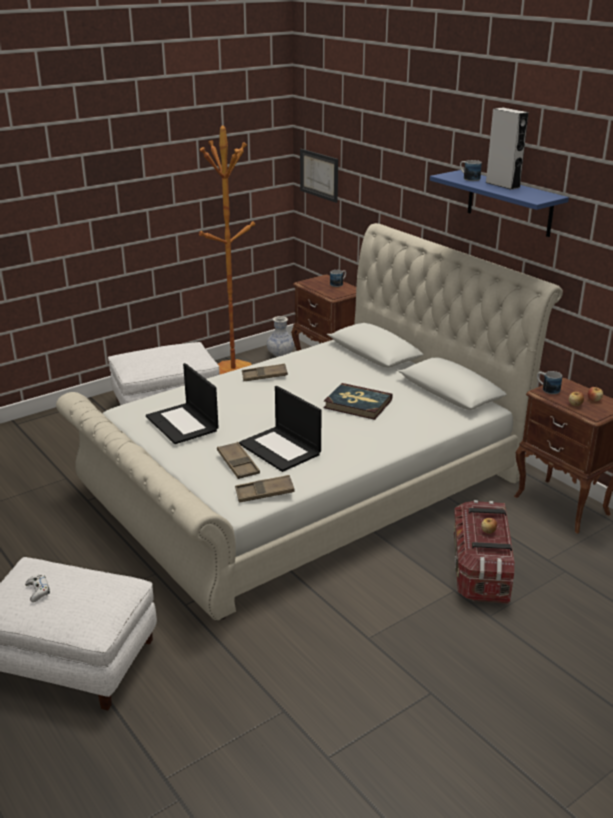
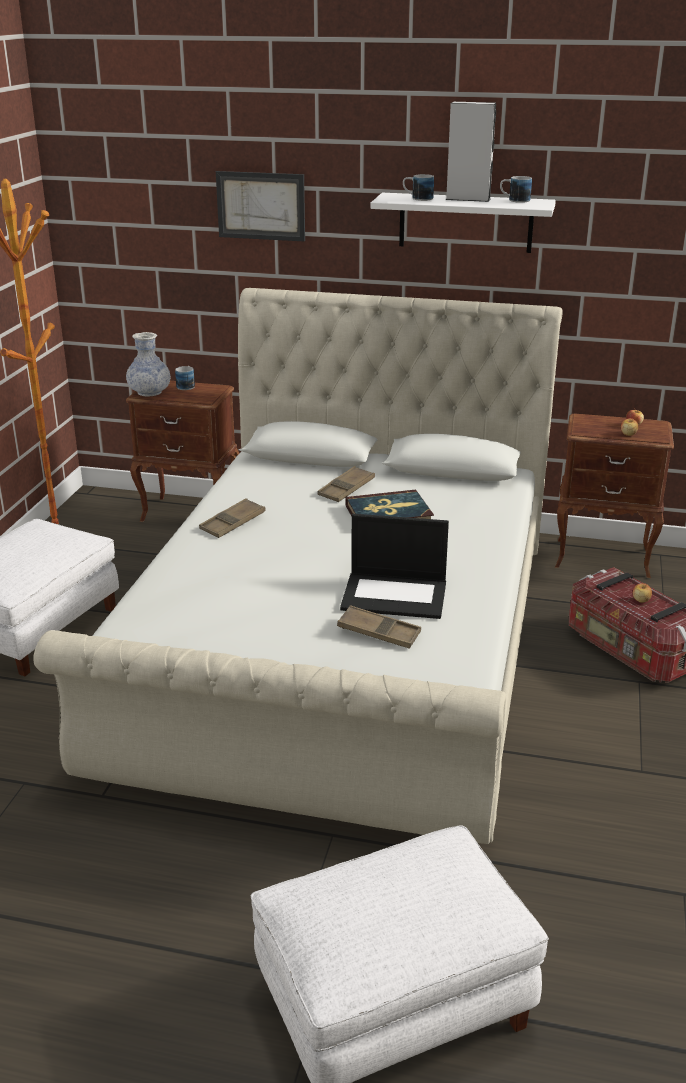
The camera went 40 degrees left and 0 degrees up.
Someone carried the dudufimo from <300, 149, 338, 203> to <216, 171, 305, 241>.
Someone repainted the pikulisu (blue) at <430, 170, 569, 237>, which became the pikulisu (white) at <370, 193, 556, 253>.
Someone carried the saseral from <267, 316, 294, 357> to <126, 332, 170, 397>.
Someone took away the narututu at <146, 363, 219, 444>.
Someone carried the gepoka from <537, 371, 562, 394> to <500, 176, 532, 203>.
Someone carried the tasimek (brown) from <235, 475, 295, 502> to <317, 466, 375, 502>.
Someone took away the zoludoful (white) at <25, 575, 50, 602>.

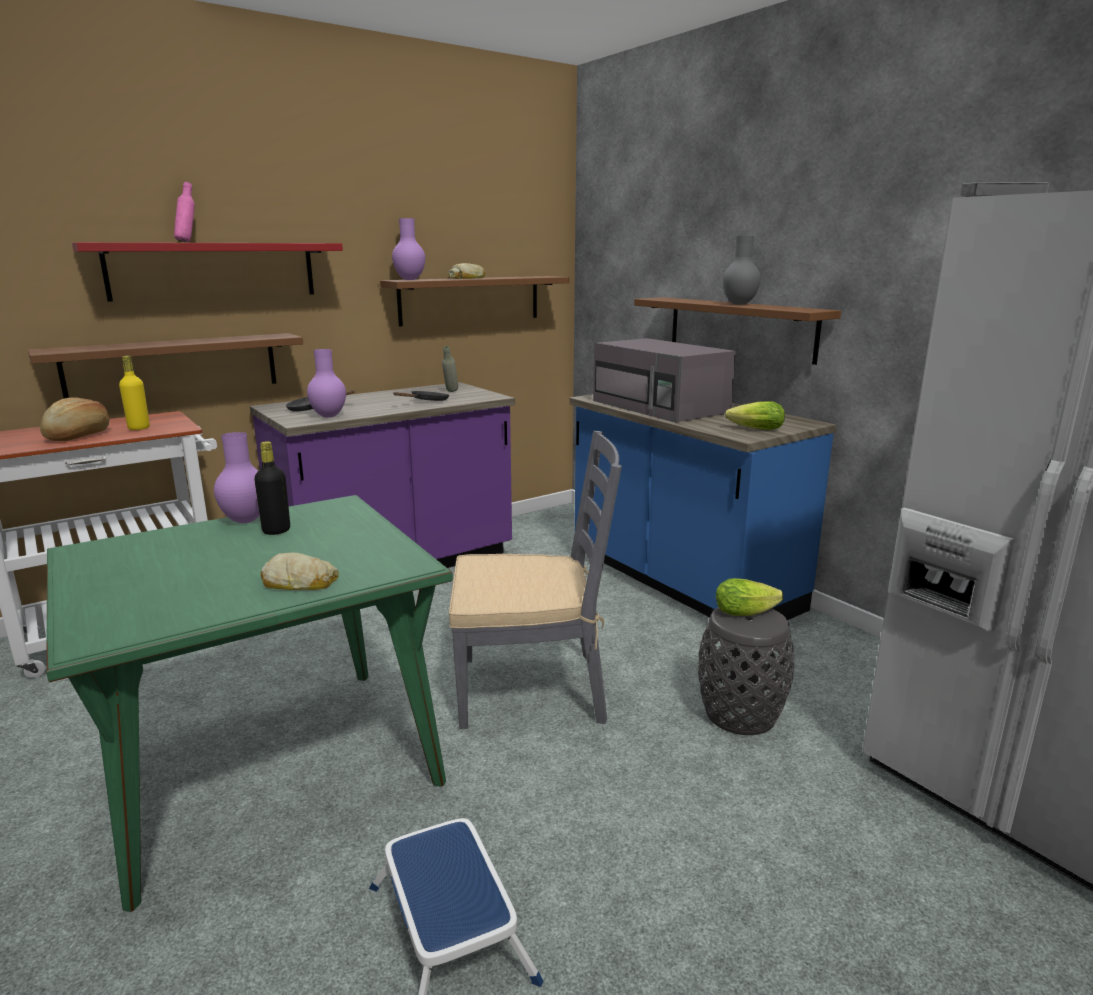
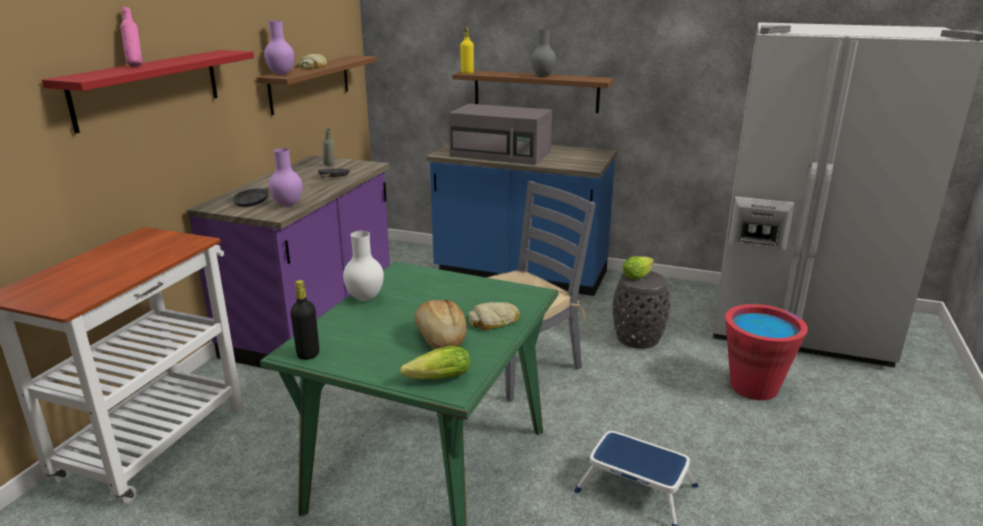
The camera went 35 degrees left and 5 degrees up.
Someone took away the pikulisu (brown) at <28, 333, 303, 398>.
Someone carried the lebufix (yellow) from <119, 356, 150, 430> to <460, 27, 474, 74>.
Someone carried the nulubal from <40, 398, 110, 441> to <414, 300, 467, 349>.
Someone carried the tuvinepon from <725, 401, 785, 430> to <400, 346, 470, 379>.
Someone repainted the saseral (purple) at <214, 432, 260, 523>, which became the saseral (white) at <343, 231, 384, 301>.
Someone carried the lebufix (black) from <254, 441, 290, 535> to <290, 280, 319, 360>.
Someone put down the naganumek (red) at <725, 304, 808, 400>.

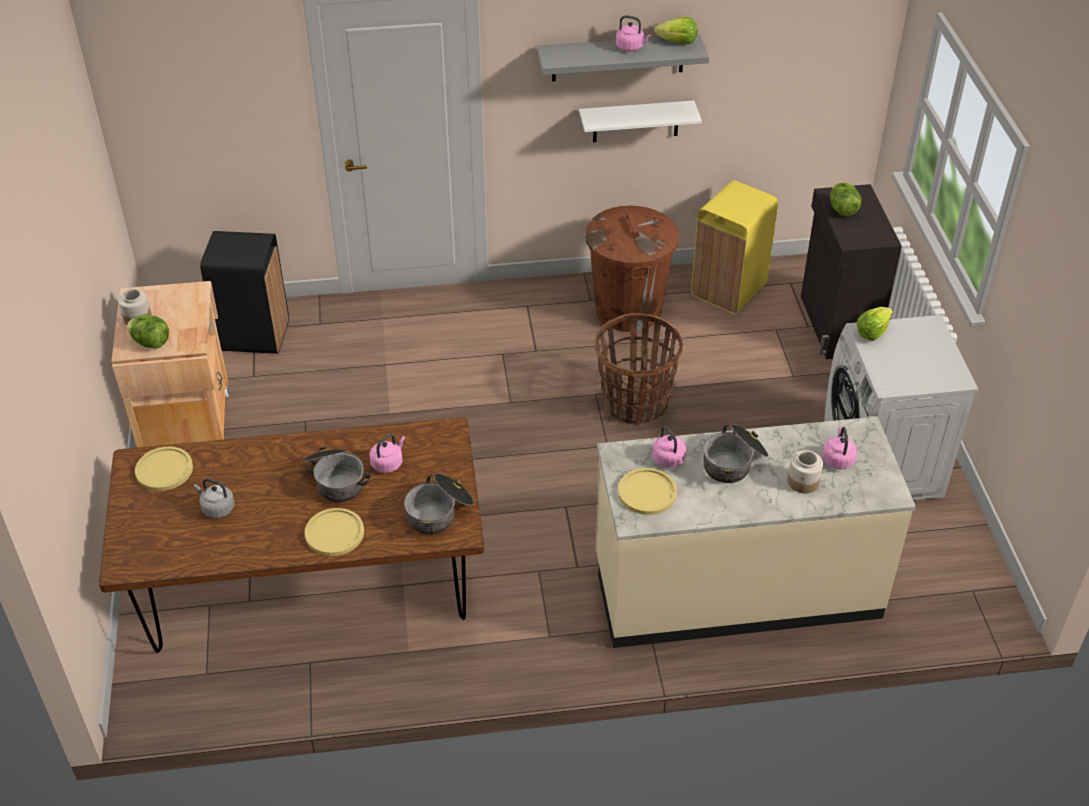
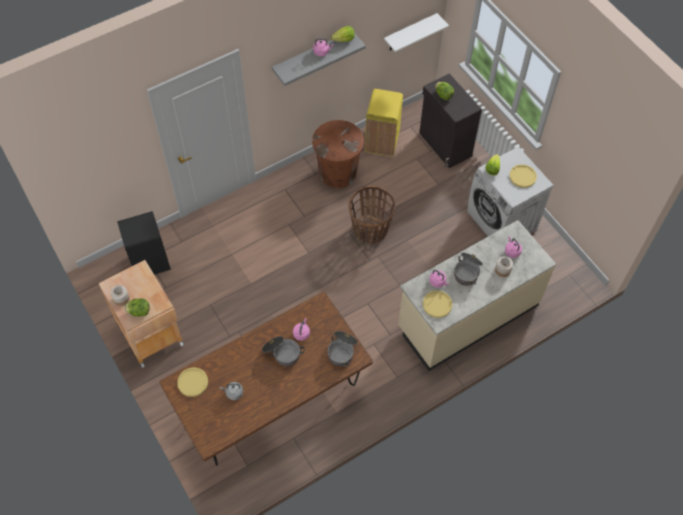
The camera went 25 degrees left and 15 degrees up.
Someone carried the pikulisu (white) from <579, 101, 702, 142> to <384, 13, 449, 52>.
Someone carried the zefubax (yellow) from <305, 508, 364, 556> to <509, 164, 537, 188>.

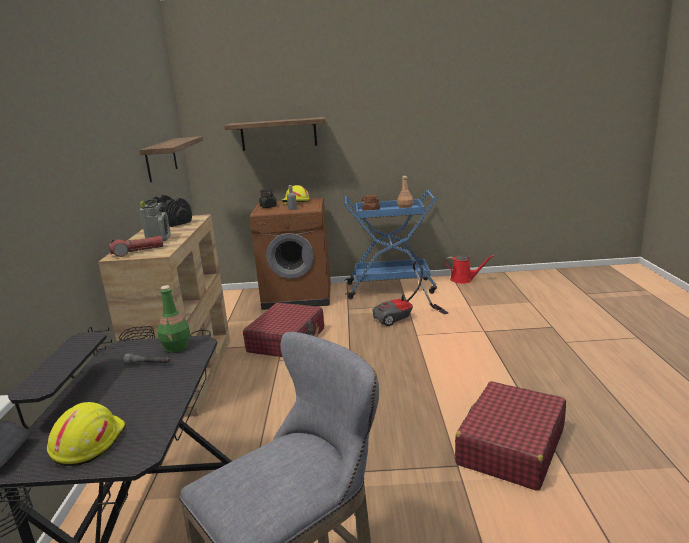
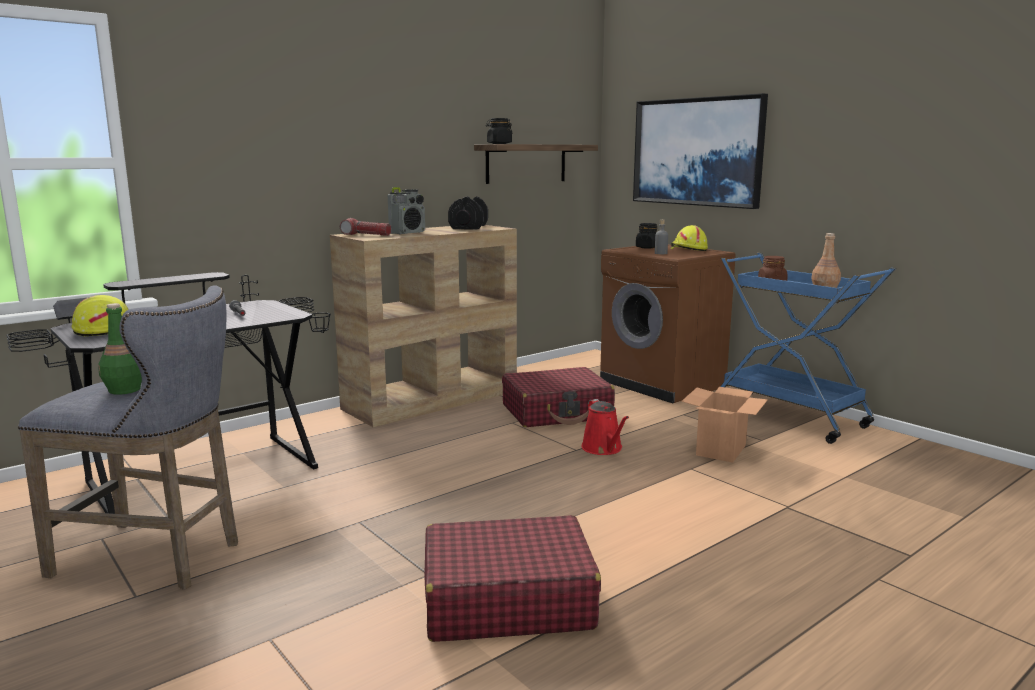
The camera went 50 degrees right and 5 degrees down.
Someone swapped the pikulisu at <224, 117, 326, 151> for the dudufimo at <633, 93, 768, 209>.
Someone carried the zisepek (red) from <445, 255, 494, 284> to <581, 399, 629, 455>.
Someone swapped the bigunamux at <372, 261, 448, 326> for the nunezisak at <681, 387, 768, 463>.
Someone carried the lebufix (green) from <157, 285, 190, 353> to <98, 303, 142, 395>.
Someone put down the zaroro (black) at <486, 118, 513, 144>.

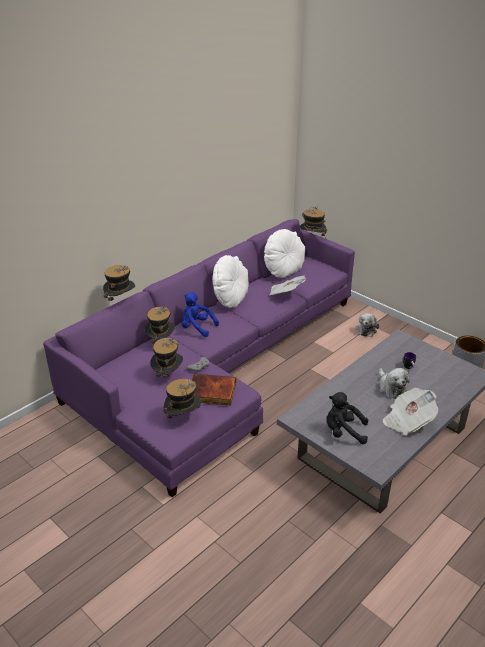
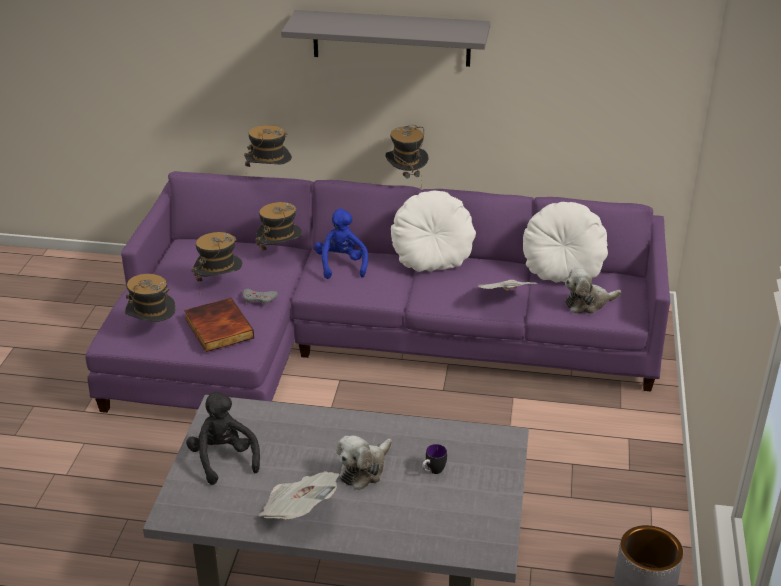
The camera went 55 degrees right and 0 degrees up.
Someone carried the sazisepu from <300, 206, 327, 236> to <385, 125, 429, 187>.
Someone carried the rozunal from <356, 313, 379, 337> to <565, 268, 622, 314>.
Someone put up the pikulisu (grey) at <281, 10, 490, 67>.

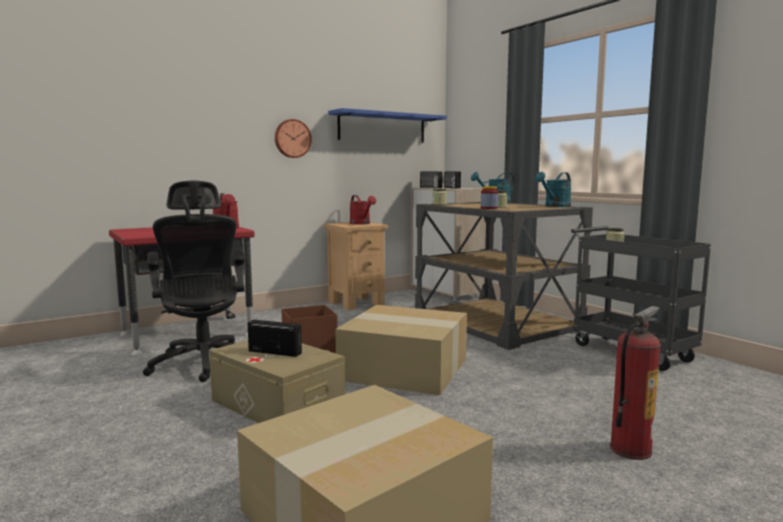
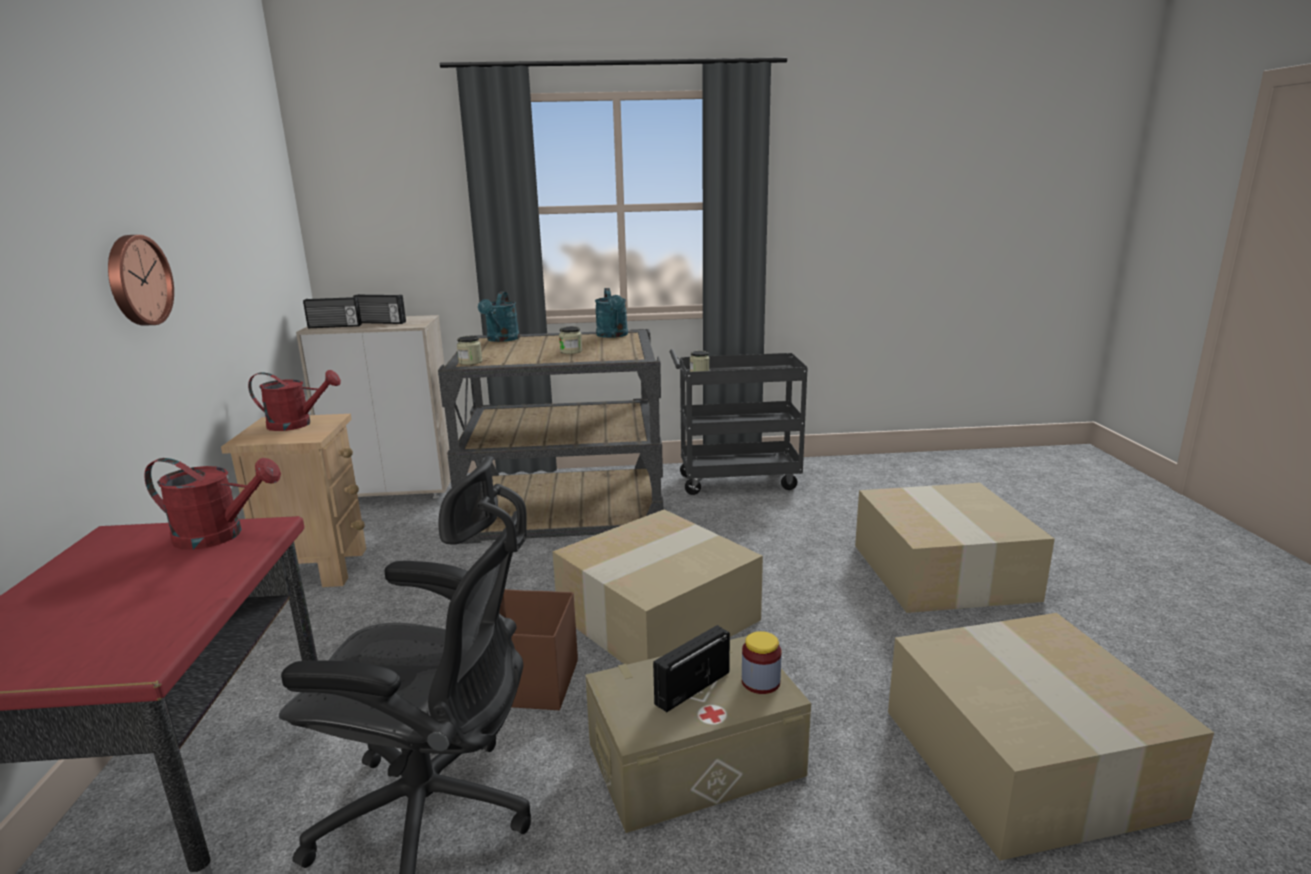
The camera went 60 degrees left and 10 degrees up.
Someone took away the pikulisu (blue) at <328, 108, 447, 143>.
Someone carried the zaroro from <481, 186, 498, 209> to <742, 631, 781, 694>.
Someone swapped the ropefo at <610, 306, 661, 460> for the nunezisak at <855, 483, 1055, 613>.

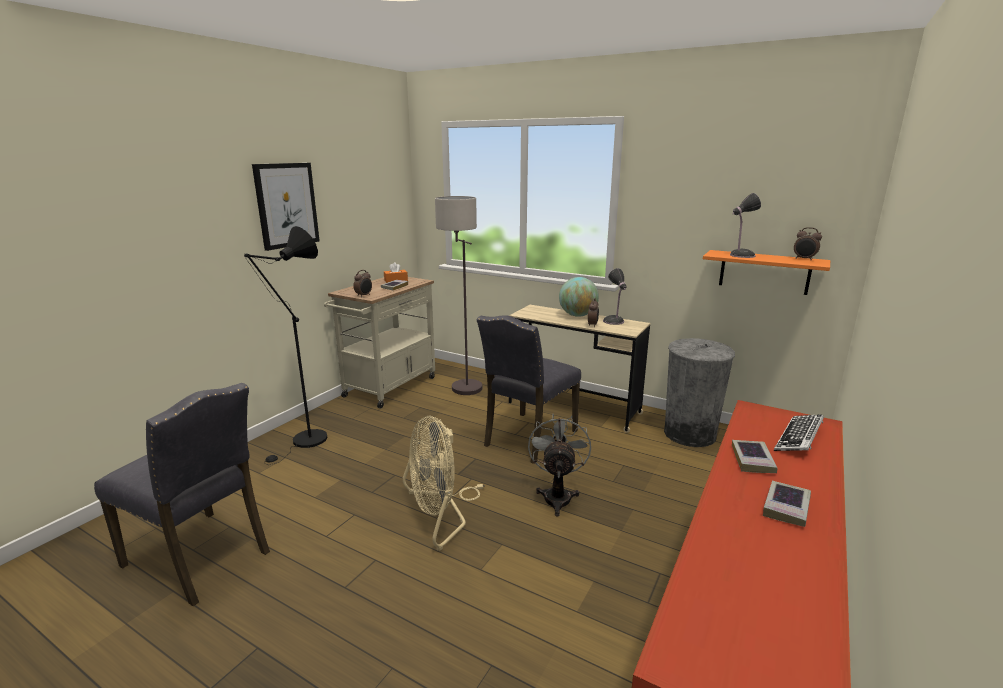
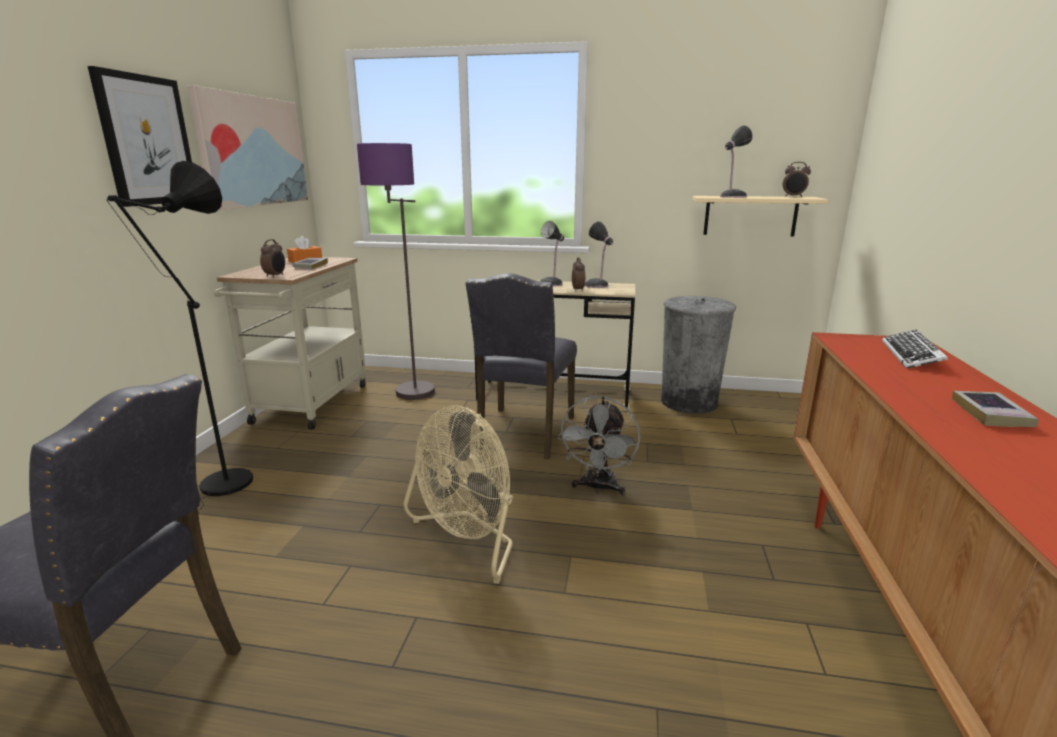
The camera went 20 degrees left and 0 degrees up.
Someone repainted the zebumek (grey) at <435, 196, 482, 395>, which became the zebumek (purple) at <357, 143, 435, 400>.
Someone repainted the pikulisu (orange) at <703, 250, 830, 295>, which became the pikulisu (beige) at <692, 196, 828, 237>.
Someone swapped the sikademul at <559, 277, 599, 317> for the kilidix at <540, 221, 564, 286>.
Someone rotated the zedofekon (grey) at <528, 414, 591, 517> by 150 degrees counterclockwise.
Someone took away the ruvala at <732, 440, 777, 473>.
Someone put up the dudufimo at <187, 85, 308, 210>.

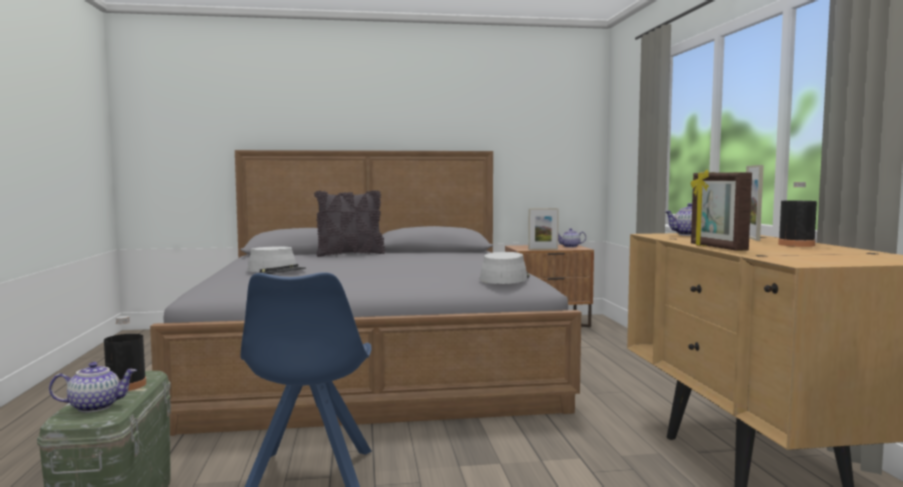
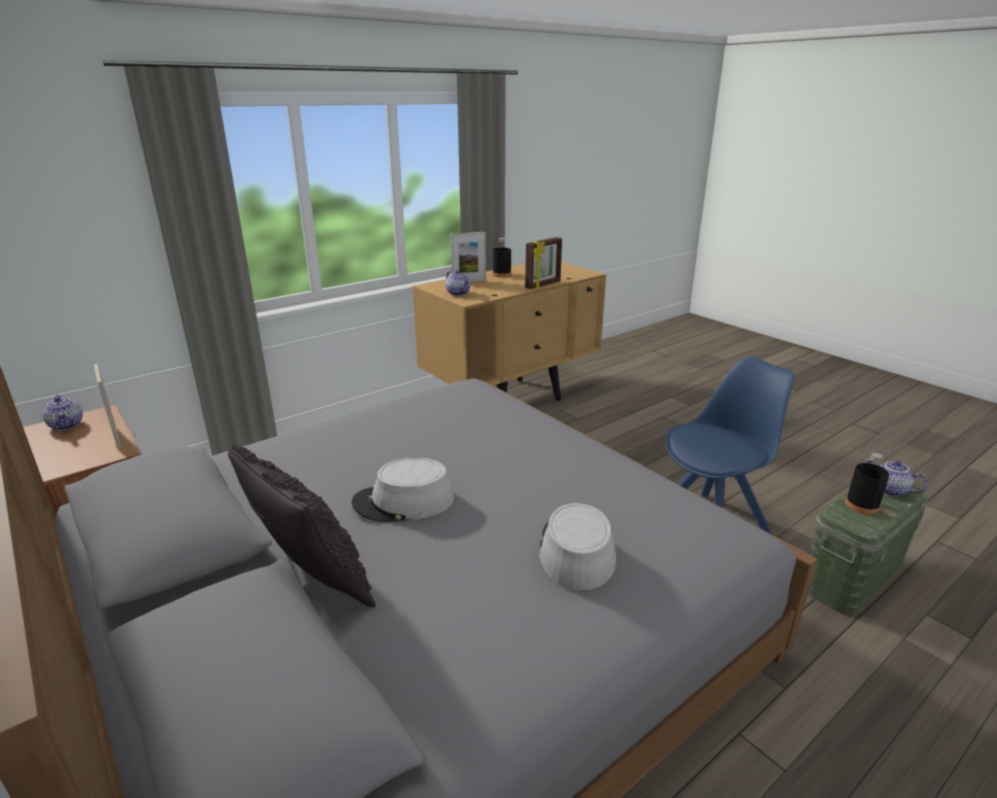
The camera went 120 degrees left and 20 degrees up.
Someone carried the sazisepu (grey) from <480, 252, 530, 284> to <352, 458, 454, 522>.

